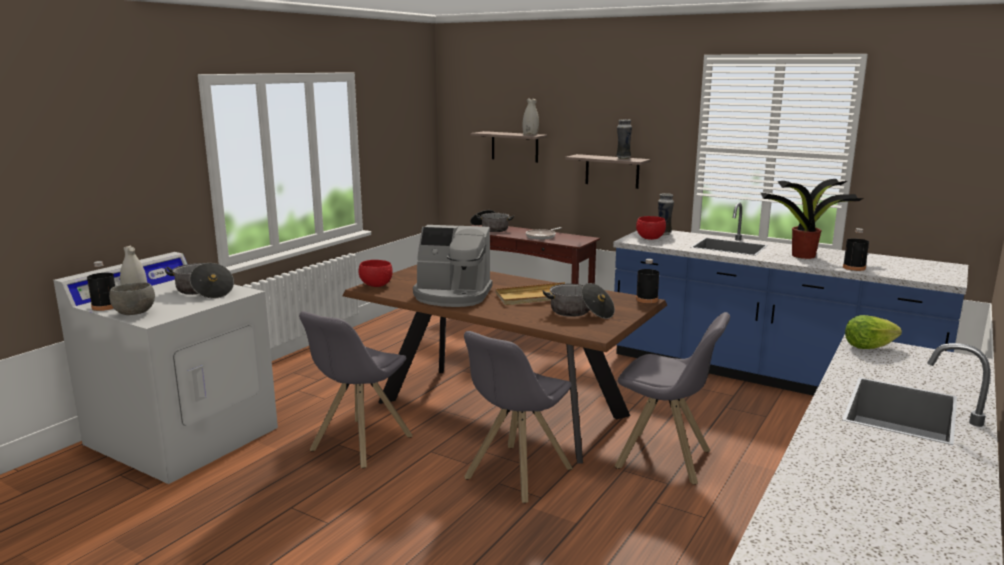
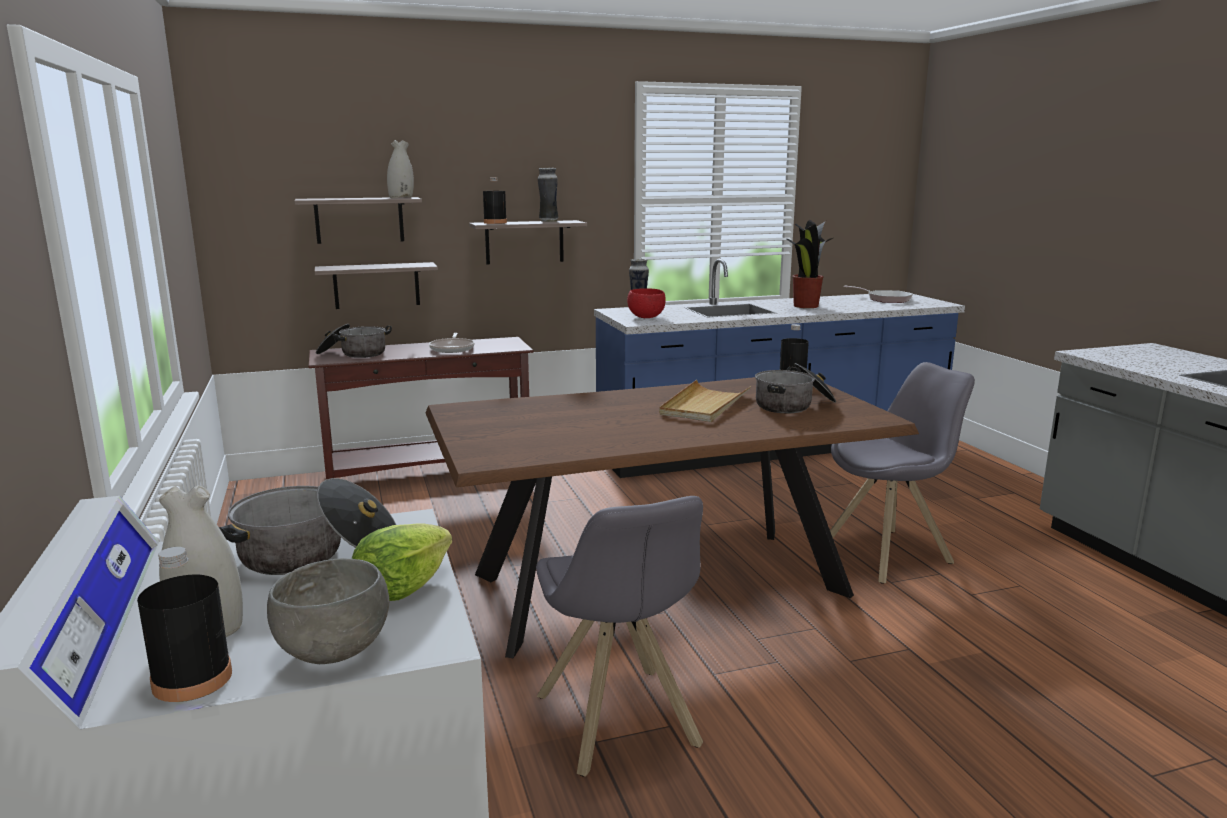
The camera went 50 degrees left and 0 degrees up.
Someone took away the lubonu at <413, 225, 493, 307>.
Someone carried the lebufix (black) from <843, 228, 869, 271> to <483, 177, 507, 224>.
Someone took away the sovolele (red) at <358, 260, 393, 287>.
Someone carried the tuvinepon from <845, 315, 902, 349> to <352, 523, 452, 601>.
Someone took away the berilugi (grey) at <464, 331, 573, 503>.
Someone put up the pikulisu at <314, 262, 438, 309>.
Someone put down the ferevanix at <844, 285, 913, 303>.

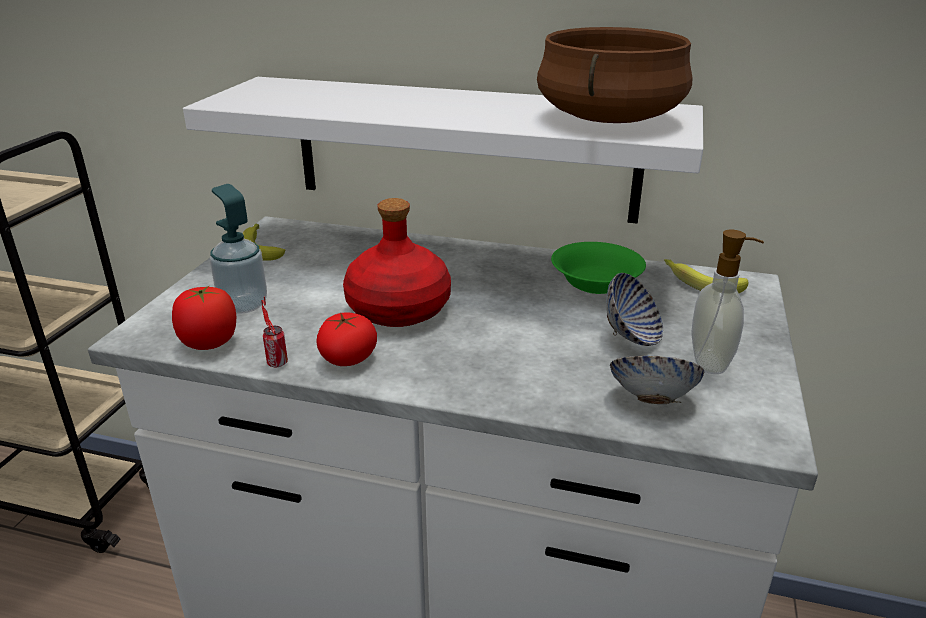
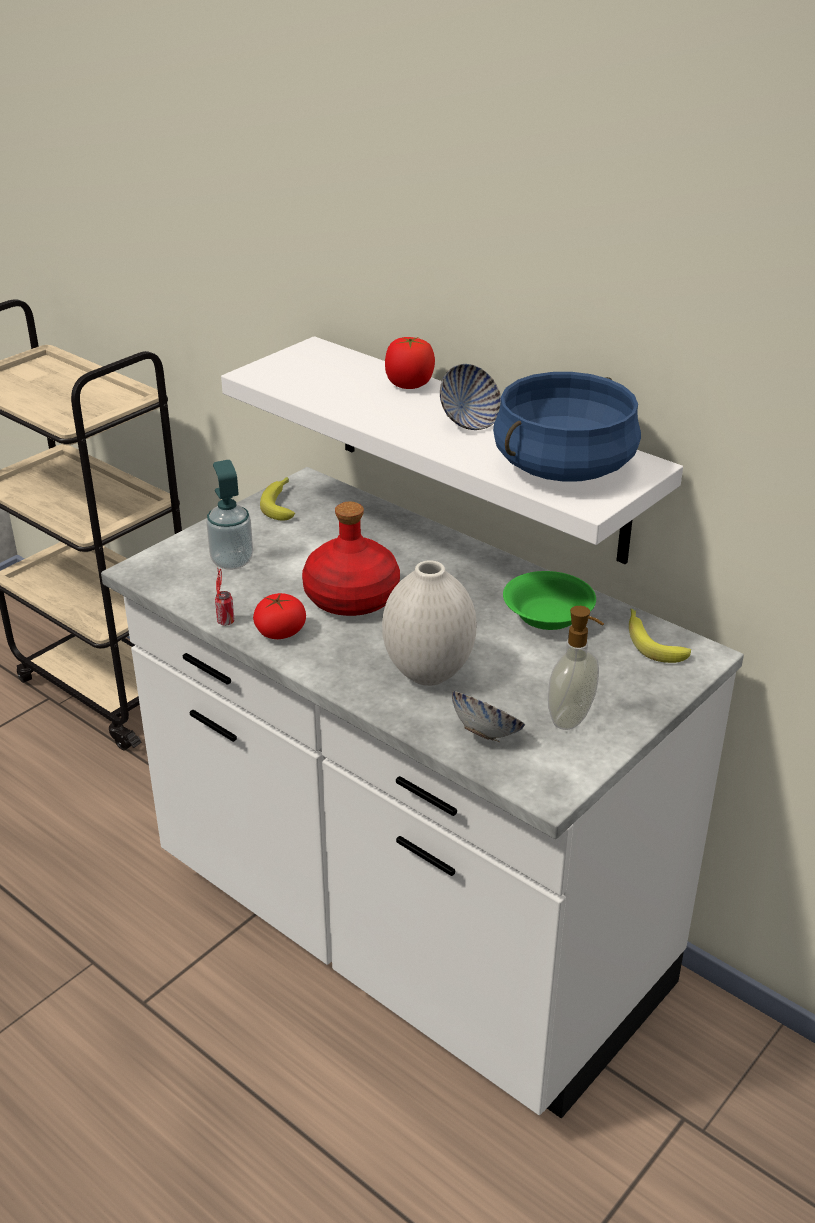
The camera went 25 degrees right and 5 degrees up.
Someone repainted the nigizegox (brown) at <537, 27, 692, 123>, which became the nigizegox (blue) at <493, 372, 641, 482>.
Someone carried the sovolele from <606, 273, 663, 346> to <440, 364, 501, 430>.
Someone carried the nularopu from <172, 285, 237, 350> to <385, 337, 435, 389>.
Someone put down the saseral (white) at <382, 560, 477, 686>.

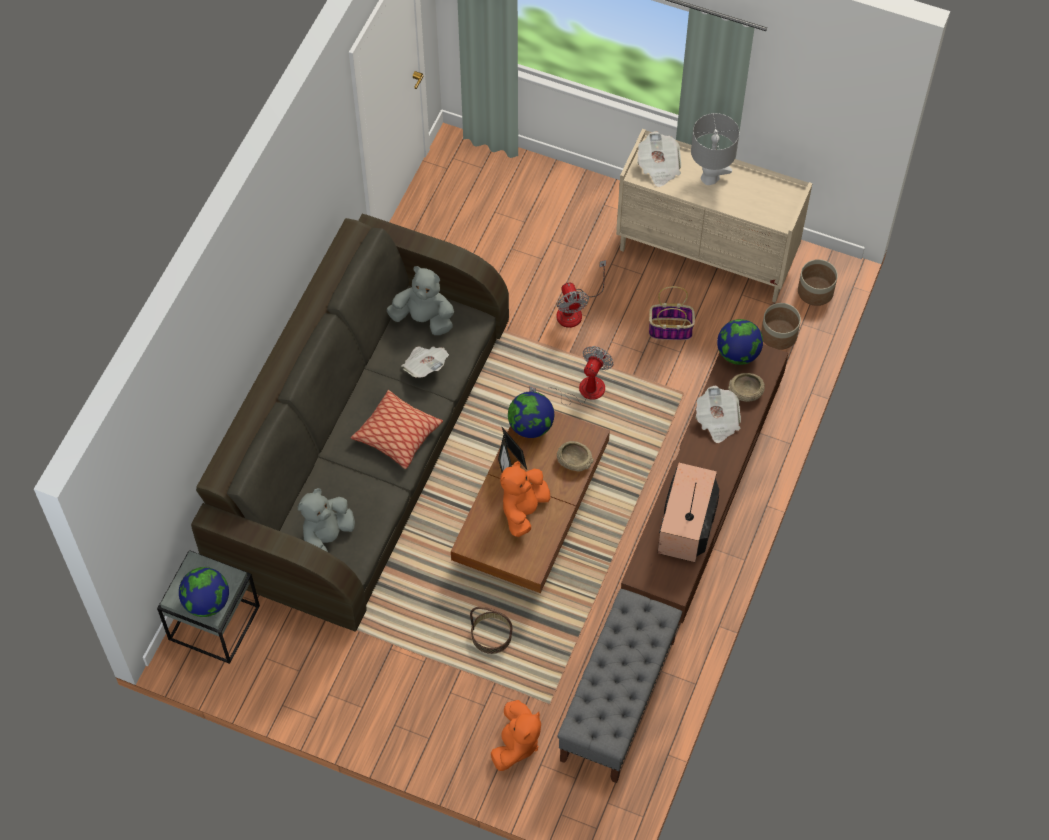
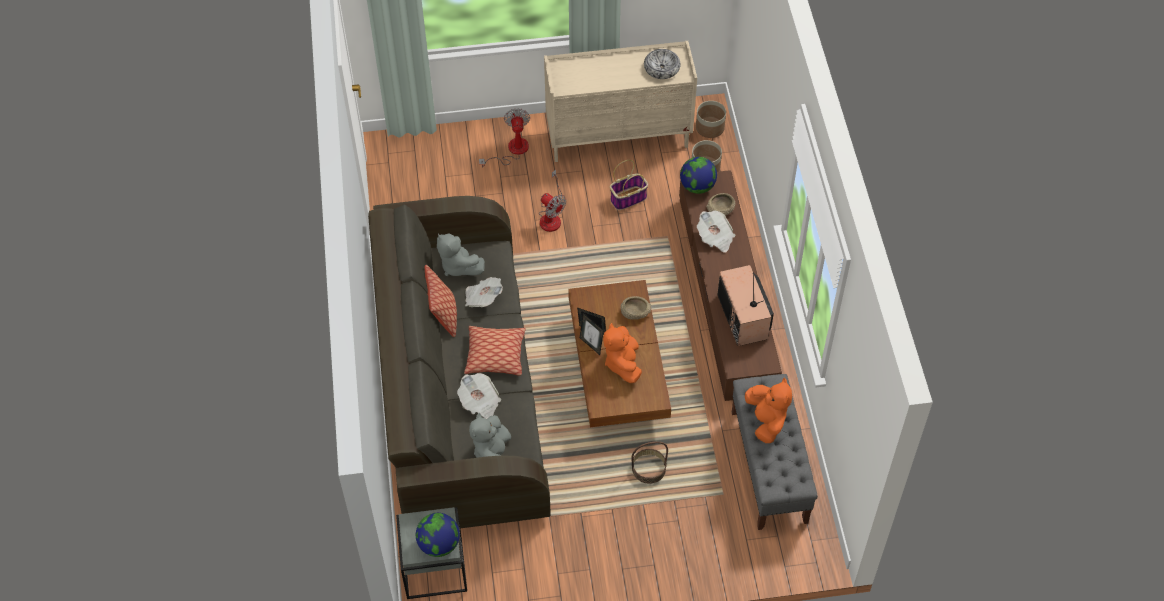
The camera went 30 degrees left and 5 degrees down.
Someone took away the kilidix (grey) at <691, 113, 739, 185>.
Someone carried the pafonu from <637, 131, 681, 187> to <457, 373, 501, 419>.
Someone rotated the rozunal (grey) at <387, 266, 454, 335> by 120 degrees counterclockwise.
Someone carried the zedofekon from <529, 346, 613, 405> to <479, 108, 530, 167>.
Someone took away the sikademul at <508, 391, 554, 438>.
Someone carried the rozunal (orange) from <491, 700, 541, 771> to <745, 378, 792, 443>.
Someone put down the sovolele at <644, 49, 681, 79>.
Someone put down the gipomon at <425, 265, 457, 337>.

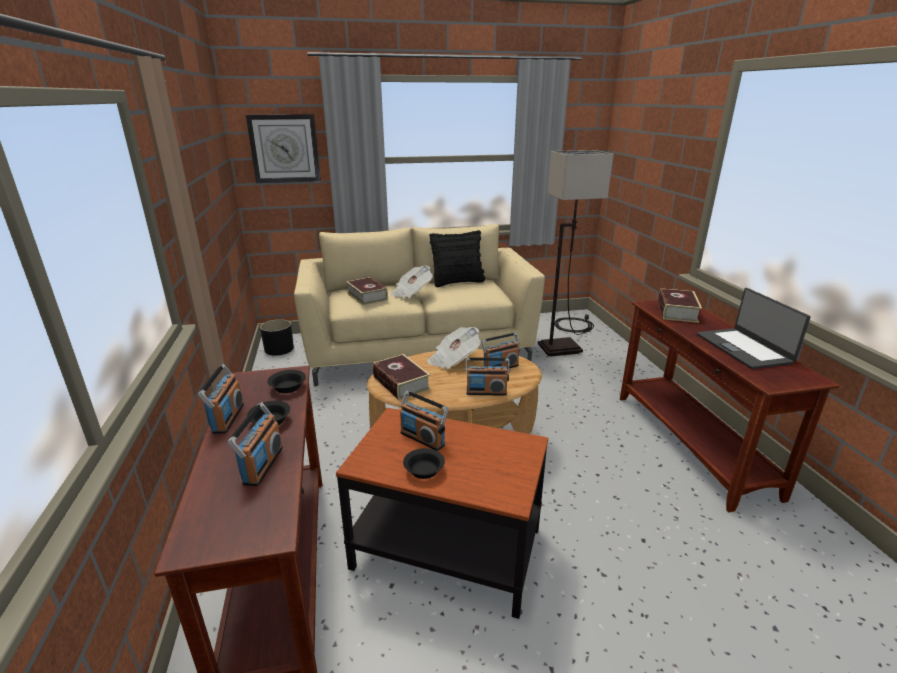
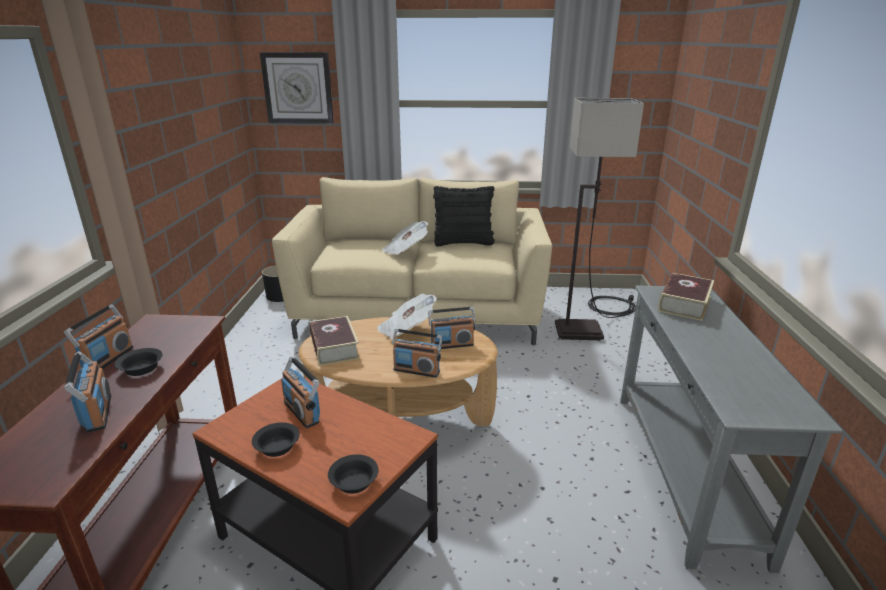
The camera went 15 degrees right and 0 degrees up.
Someone took away the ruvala at <346, 277, 388, 305>.
Someone took away the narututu at <697, 288, 811, 369>.
Someone repainted the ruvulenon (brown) at <620, 300, 840, 512>, which became the ruvulenon (grey) at <620, 286, 843, 573>.
Someone carried the sovolele (black) from <267, 370, 306, 393> to <328, 454, 379, 494>.
Someone rotated the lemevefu at <228, 402, 283, 486> by 45 degrees counterclockwise.

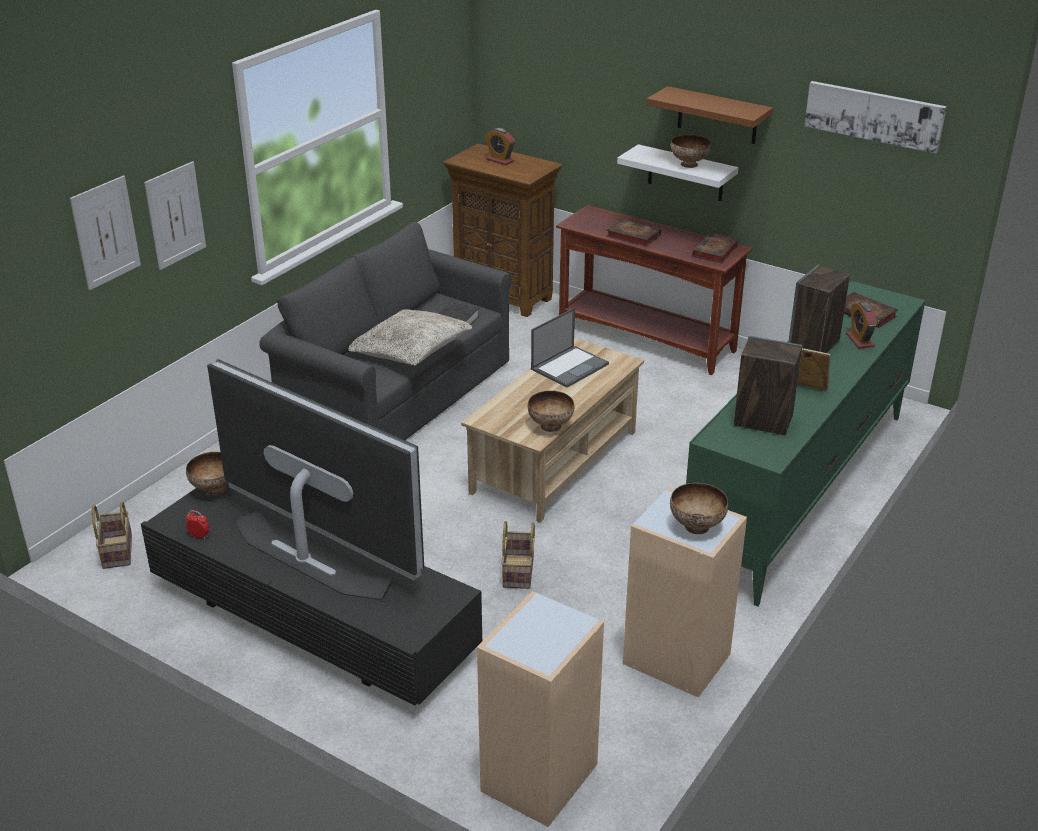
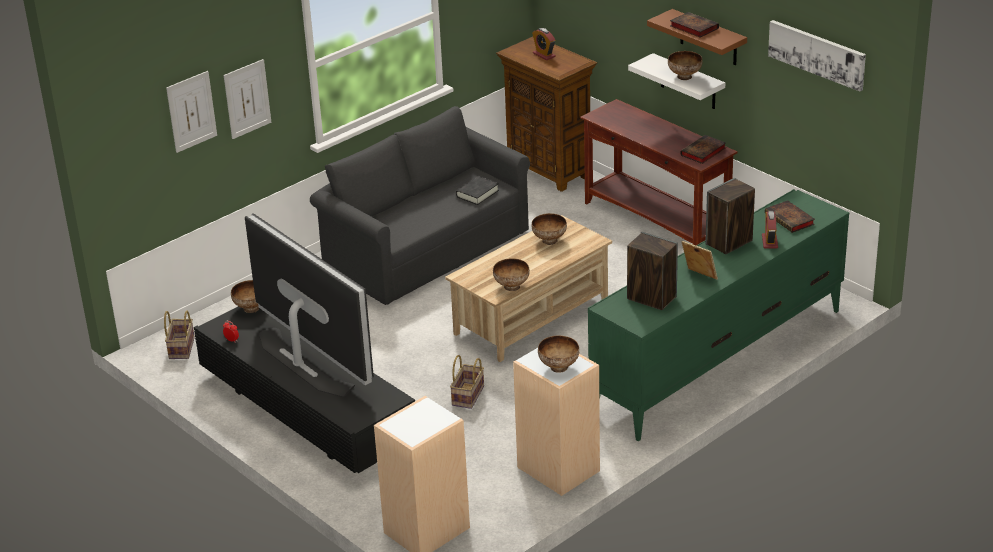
The camera went 15 degrees right and 0 degrees up.
Someone carried the ruvala from <607, 220, 661, 246> to <670, 12, 719, 37>.
Someone swapped the narututu at <531, 308, 609, 388> for the sovolele at <531, 213, 567, 245>.
Someone took away the gipomon (beige) at <348, 309, 472, 366>.

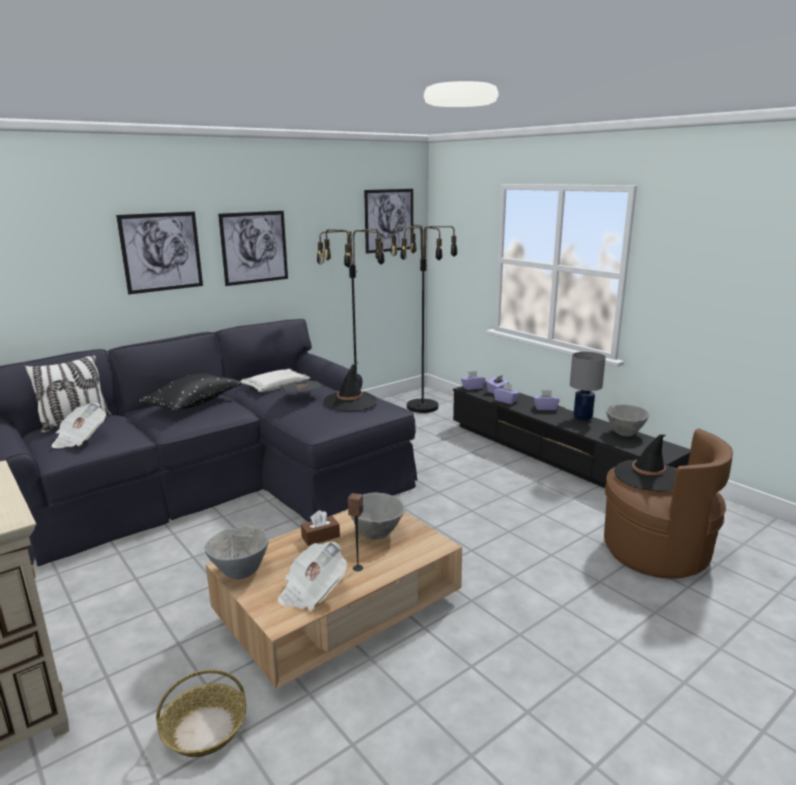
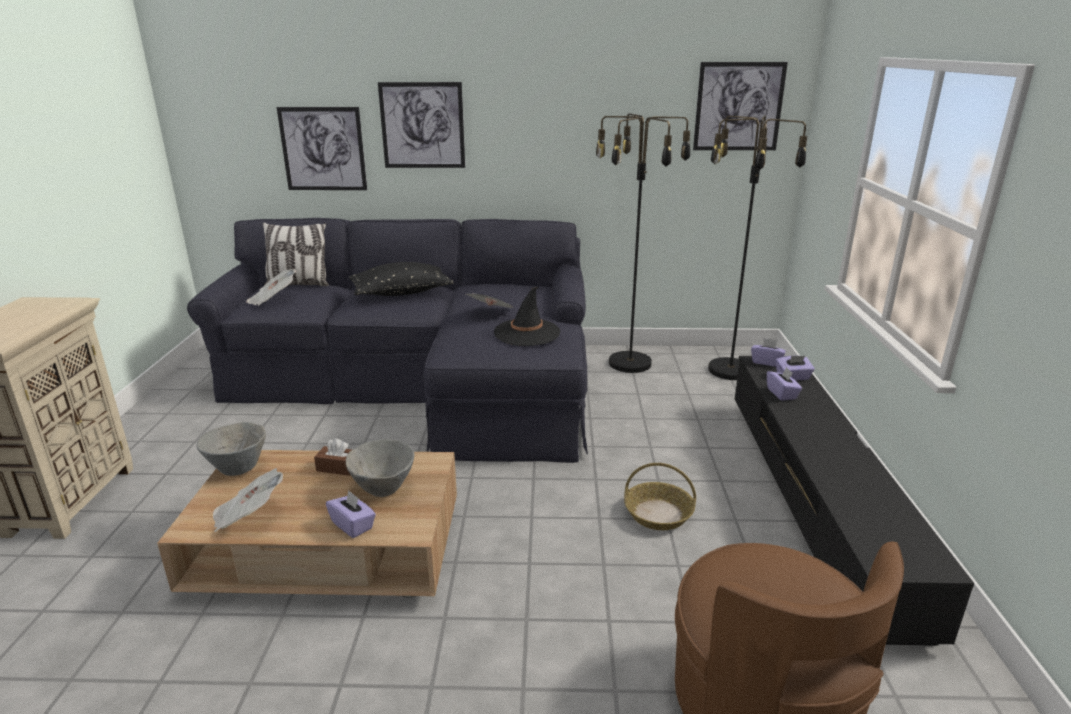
The camera went 40 degrees right and 5 degrees up.
Someone carried the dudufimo from <218, 211, 288, 286> to <277, 107, 367, 190>.
Someone took away the kilidix (grey) at <570, 352, 606, 420>.
Someone took away the gipomon (white) at <240, 369, 310, 392>.
Someone carried the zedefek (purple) from <533, 390, 560, 410> to <326, 490, 376, 538>.
Someone took away the sovolele (grey) at <606, 404, 650, 437>.
Someone took away the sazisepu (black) at <614, 435, 676, 491>.
Someone took away the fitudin at <348, 493, 363, 571>.
Someone carried the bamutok from <156, 669, 246, 757> to <624, 463, 696, 530>.

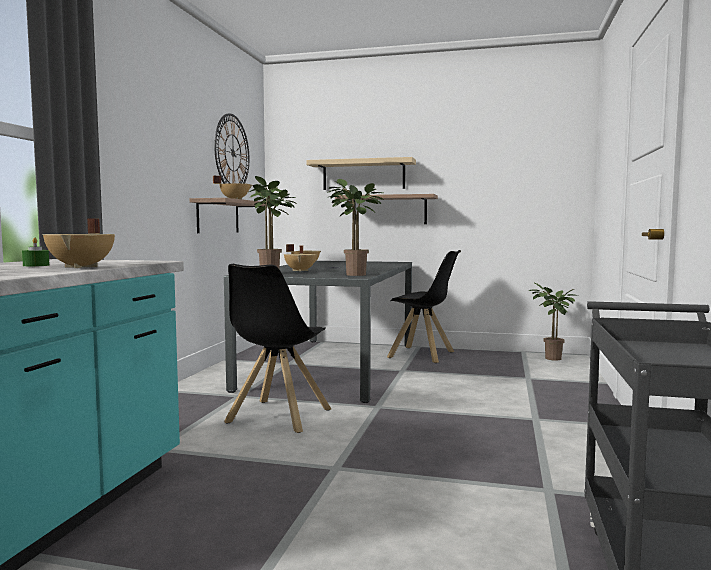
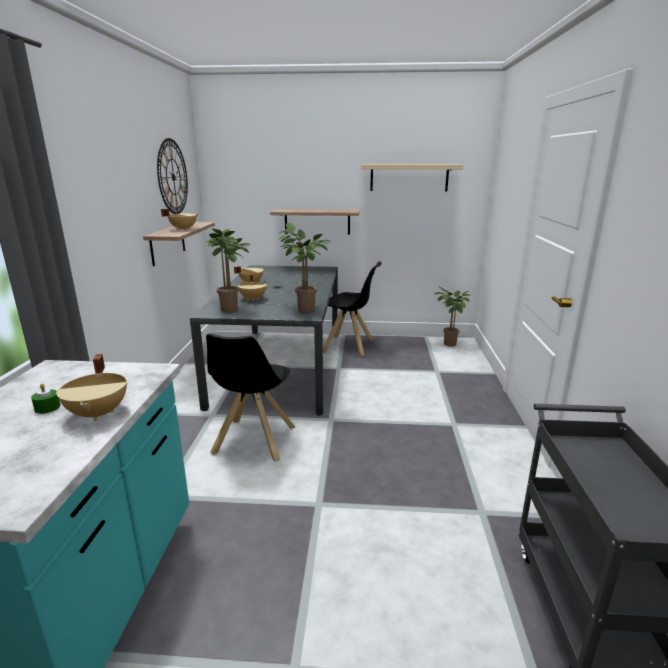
The camera went 10 degrees left and 15 degrees up.
Someone carried the pikulisu (beige) from <306, 157, 416, 190> to <361, 164, 463, 191>.

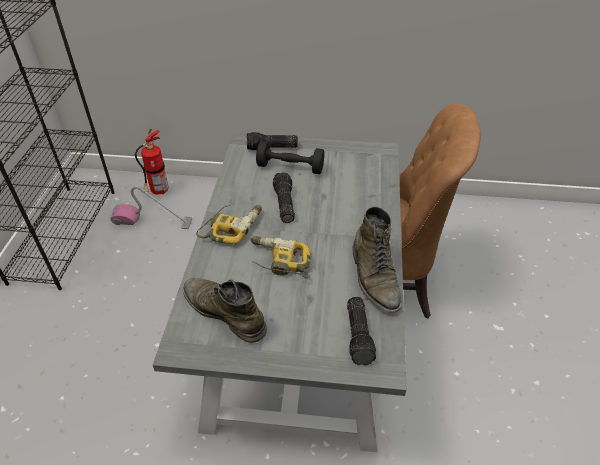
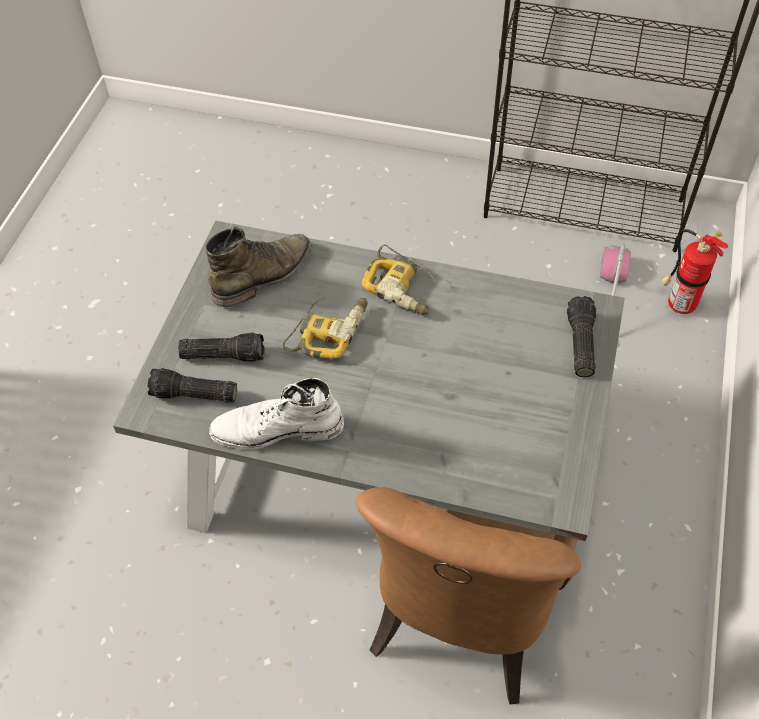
The camera went 100 degrees right and 10 degrees up.
Someone took away the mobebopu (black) at <256, 141, 324, 174>.
Someone carried the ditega from <273, 172, 295, 223> to <178, 332, 265, 362>.
Someone repainted the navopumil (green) at <352, 206, 401, 313>, which became the navopumil (white) at <209, 378, 344, 449>.

